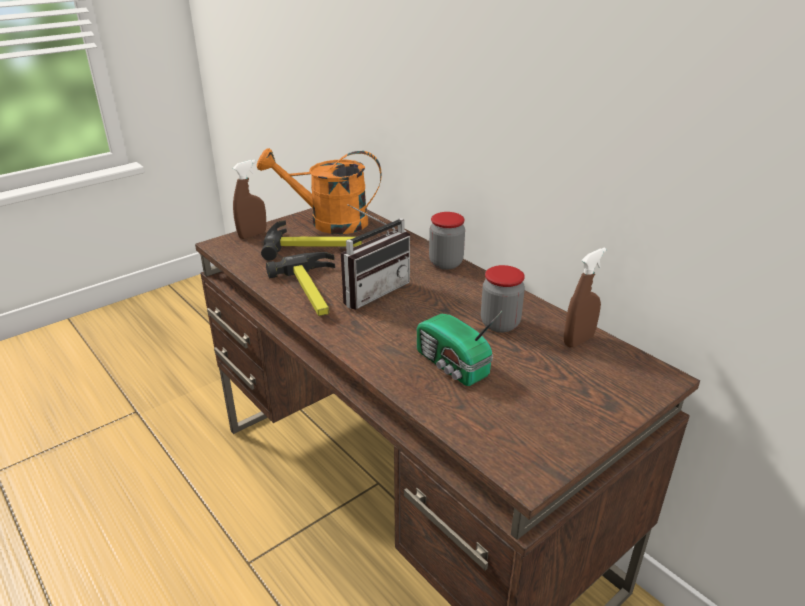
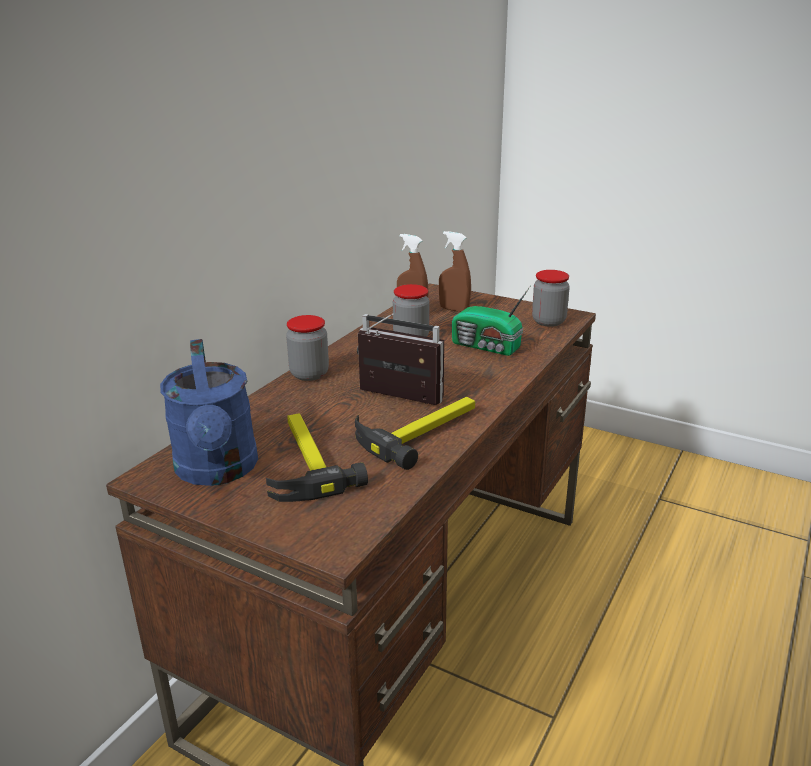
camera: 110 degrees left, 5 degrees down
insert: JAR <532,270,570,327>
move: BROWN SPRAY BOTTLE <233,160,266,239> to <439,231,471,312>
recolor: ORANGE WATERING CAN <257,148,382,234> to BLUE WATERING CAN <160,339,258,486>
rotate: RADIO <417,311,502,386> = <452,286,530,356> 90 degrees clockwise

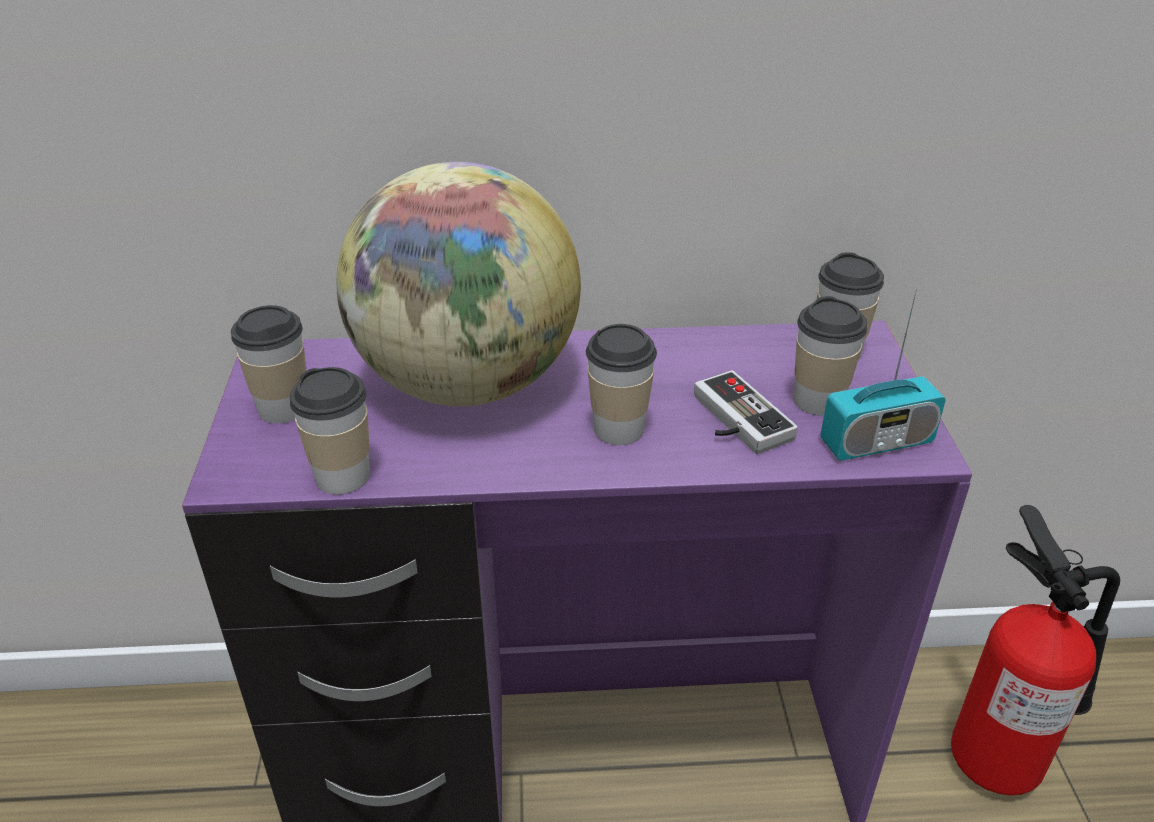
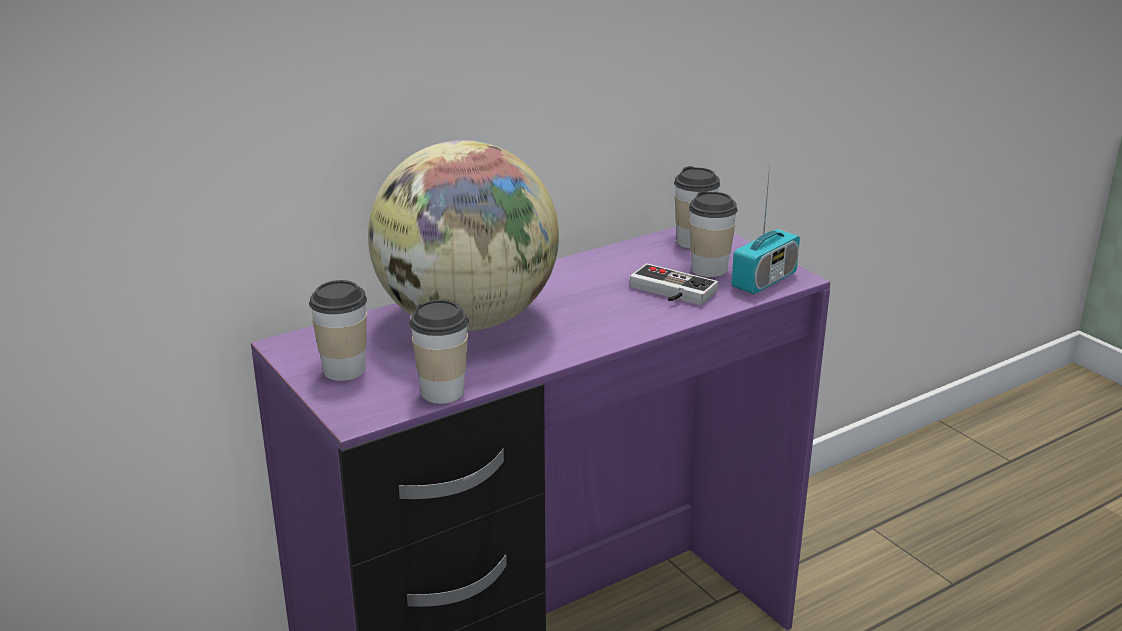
camera: 30 degrees left, 10 degrees down
delete: CUP <586,324,657,445>; FIRE EXTINGUISHER <951,505,1120,795>

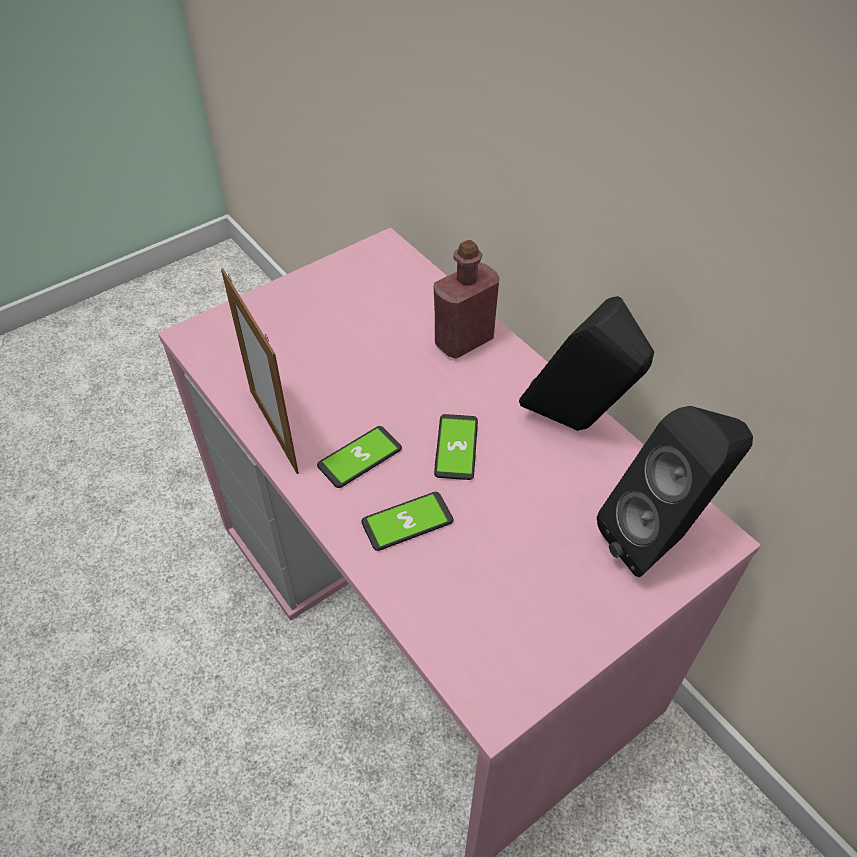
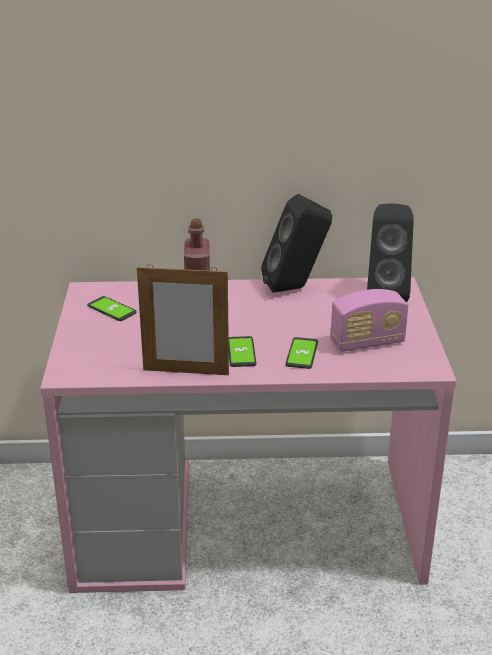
camera: 55 degrees left, 20 degrees down
insert: RADIO <330,289,408,352>
move: PHONE <434,414,478,480> to <87,296,137,321>

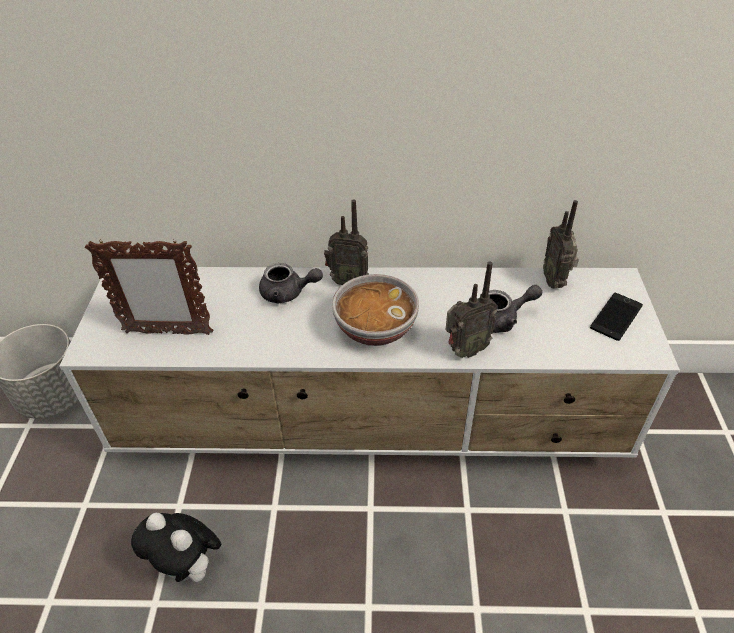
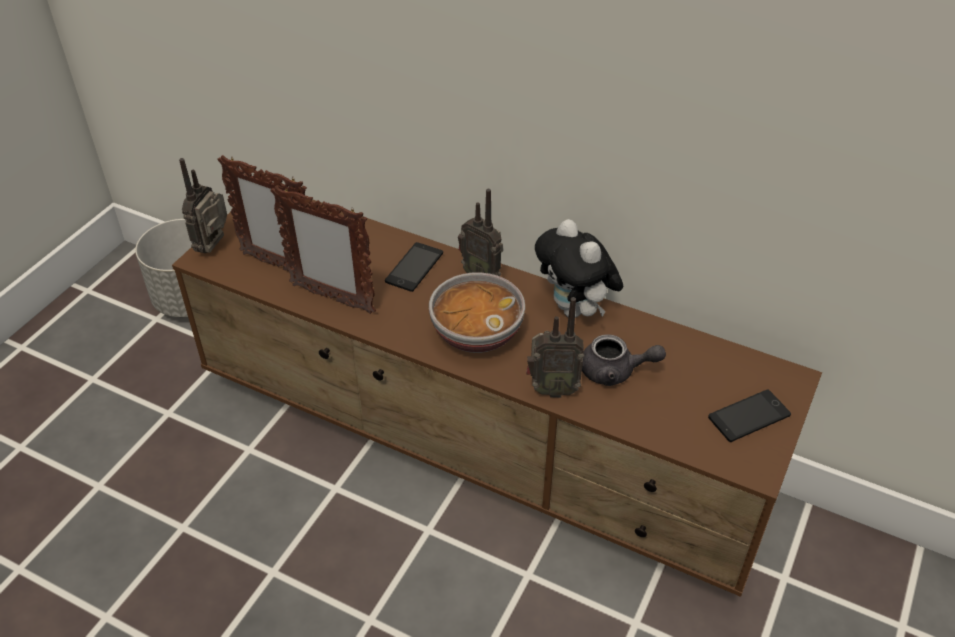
camera: 25 degrees right, 0 degrees up
insert: PICTURE FRAME <270,186,376,314>
move: PLUSH TOY <131,513,221,582> to <535,219,623,318>; RADIO <543,200,579,289> to <179,158,227,253>
replace: GREY TEAPOT <259,263,323,303> to PHONE <385,242,443,292>
recolor: WHITE TV STAND <59,267,680,457> to BROWN TV STAND <172,199,822,597>

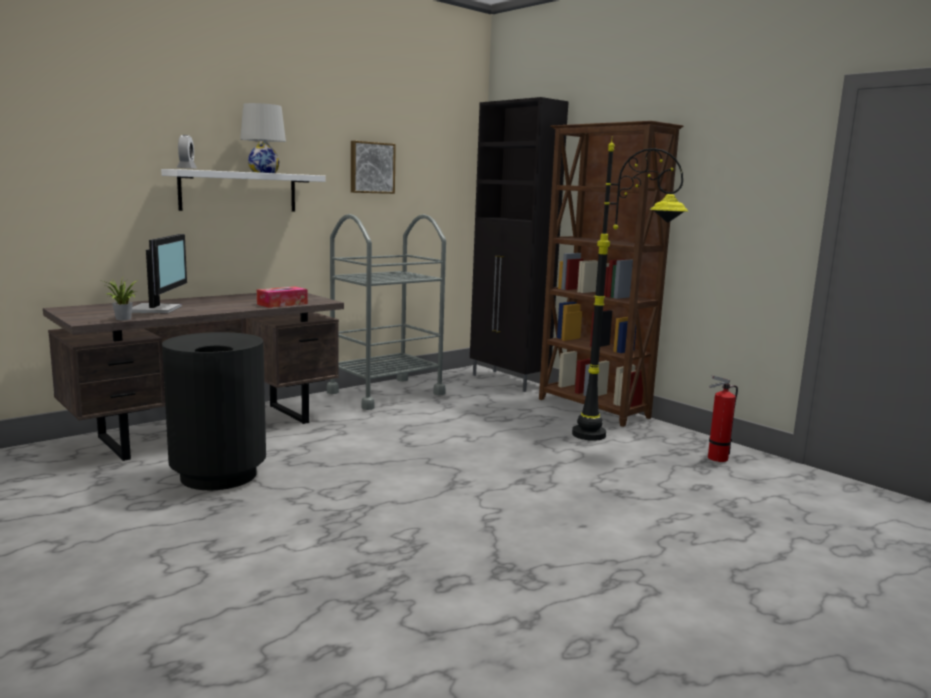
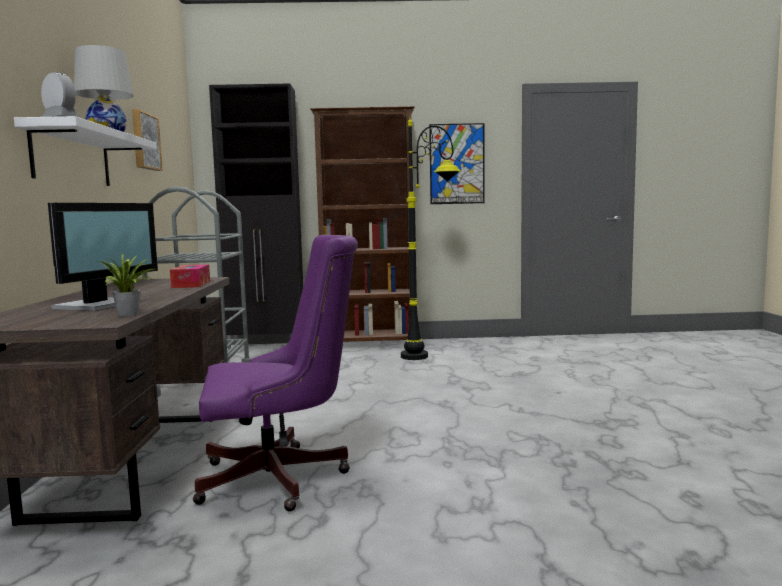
camera: 50 degrees left, 5 degrees down
delete: FIRE EXTINGUISHER <708,375,738,462>
insert: PICTURE <429,123,485,204>
replace: BLACK TRASH CAN <162,332,266,490> to PURPLE OFFICE CHAIR <193,235,358,511>
rotate: MONITOR <132,234,187,313> = <48,203,158,311> 75 degrees clockwise

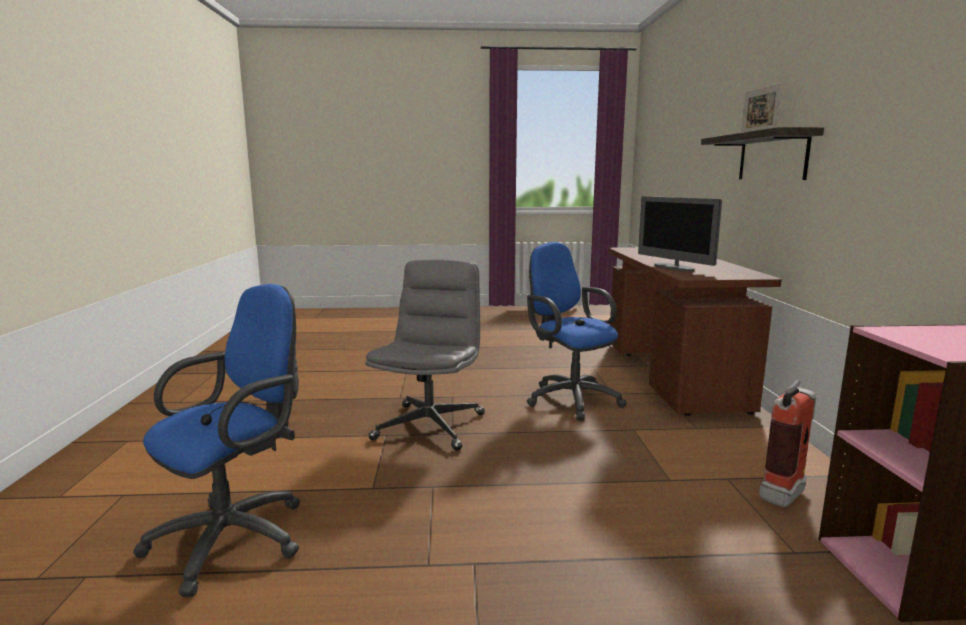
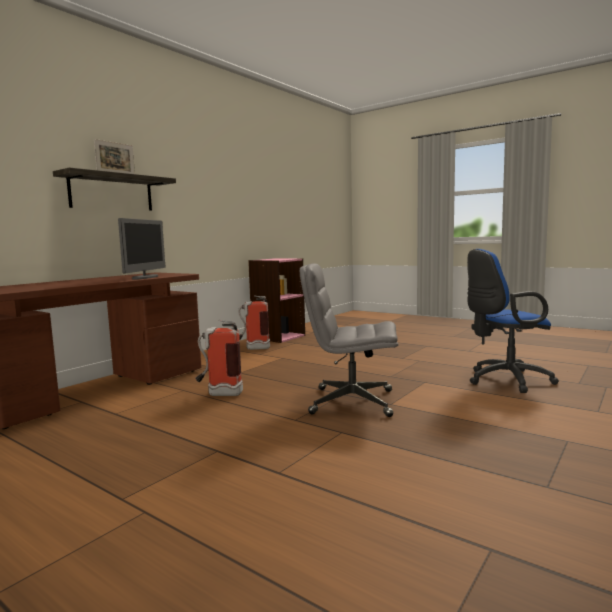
camera: 140 degrees left, 5 degrees down
replace: BLUE OFFICE CHAIR <527,242,626,421> to FIRE EXTINGUISHER <195,320,243,396>
rotate: GREY OFFICE CHAIR <365,259,485,451> = <300,263,398,417> 45 degrees clockwise

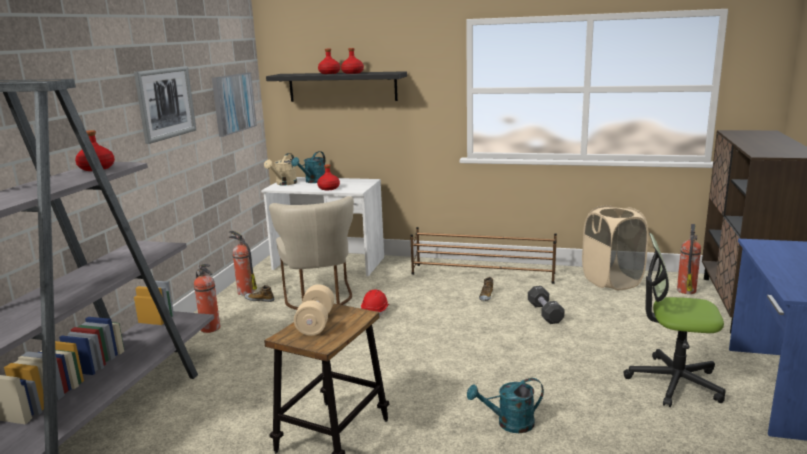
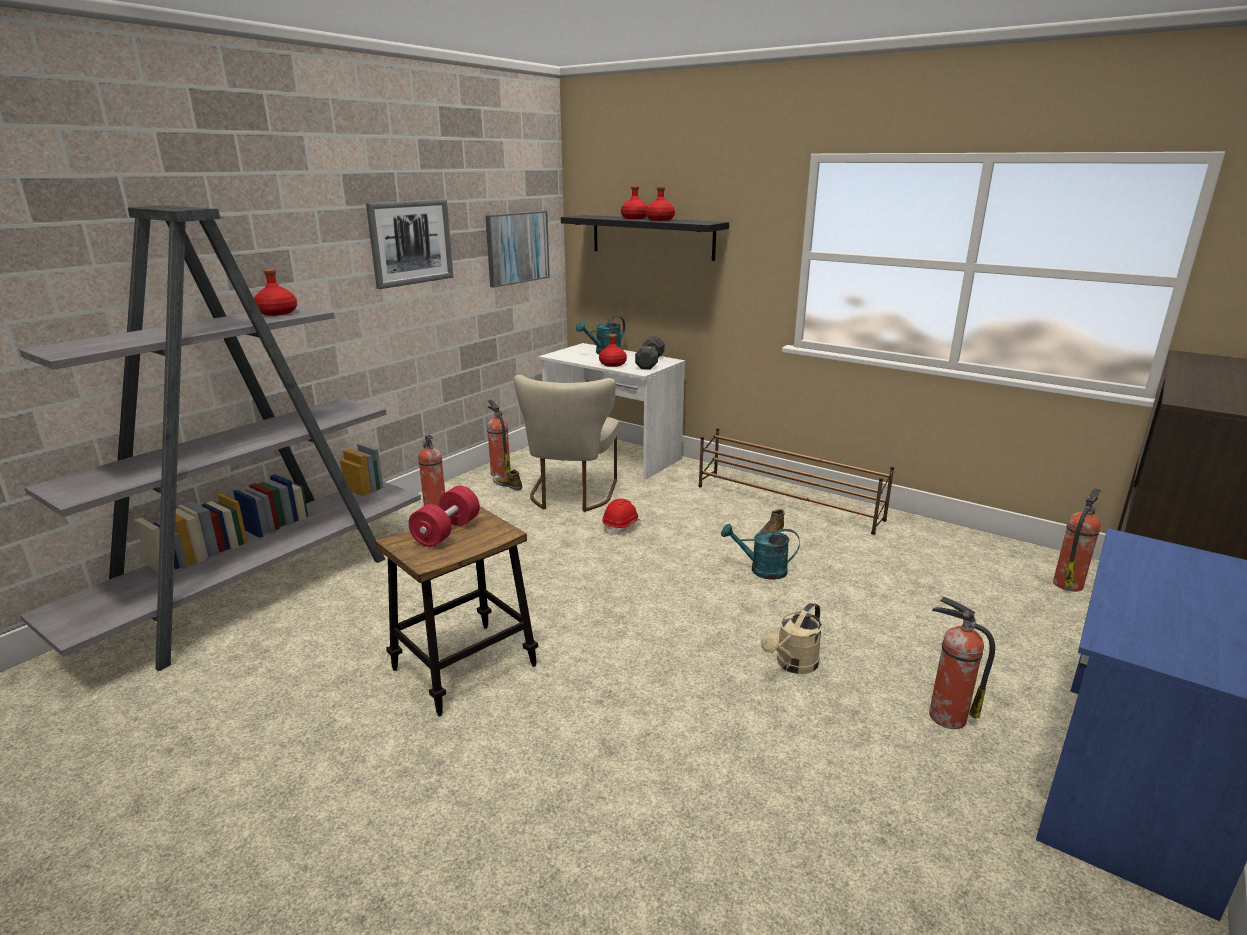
camera: 20 degrees right, 5 degrees up
delete: BEIGE LAUNDRY BASKET <582,205,648,290>
move: BEIGE WATERING CAN <264,153,297,185> to <761,602,822,674>; TURQUOISE WATERING CAN <467,378,544,433> to <721,523,800,580>; BLACK DUMBBELL <528,286,565,324> to <635,337,664,370>
replace: OFFICE CHAIR <623,233,726,407> to FIRE EXTINGUISHER <929,597,995,729>
recolor: BEIGE DUMBBELL <294,284,334,336> to RED DUMBBELL <408,486,480,547>

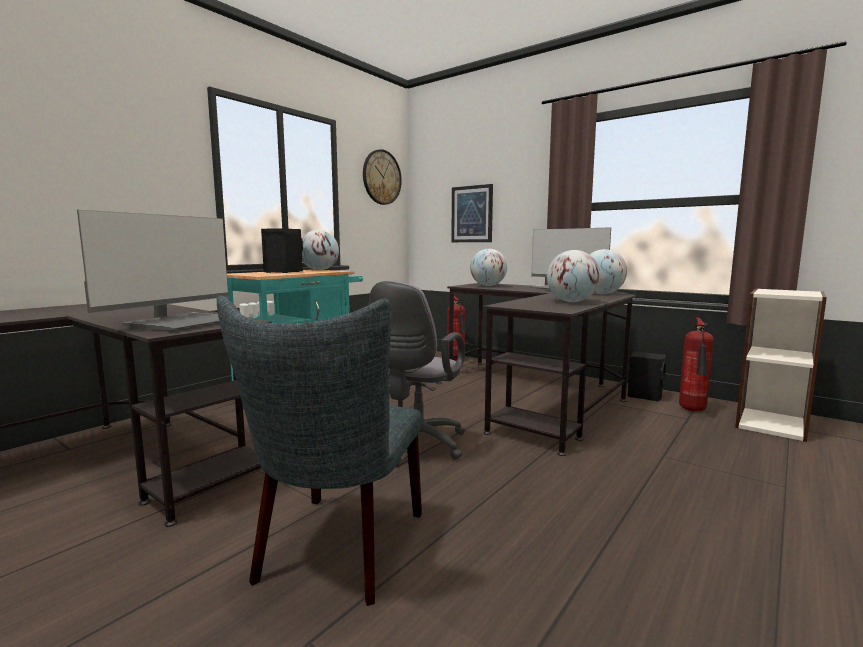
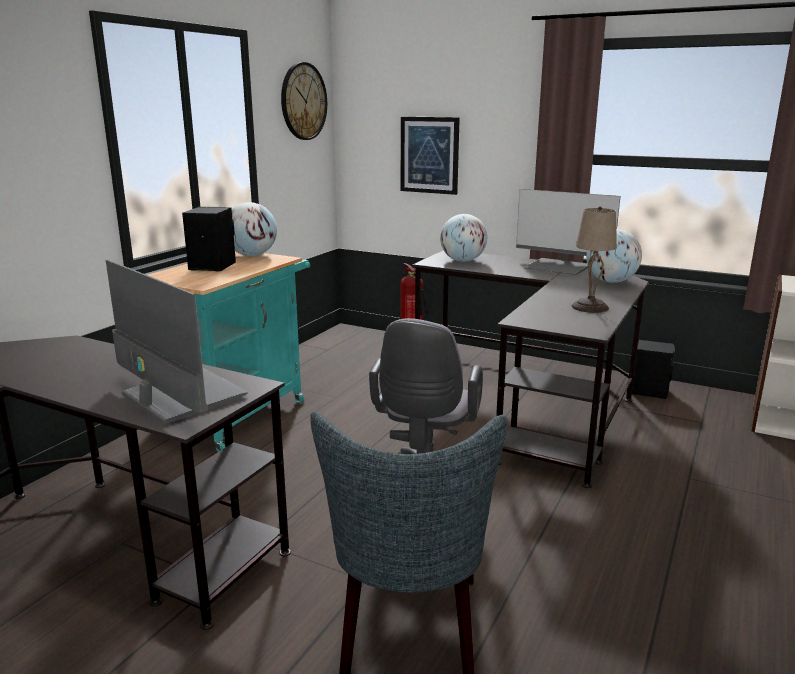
camera: 10 degrees left, 10 degrees up
delete: FIRE EXTINGUISHER <679,317,714,411>
replace: GLOBE <547,250,600,302> to BEIGE TABLE LAMP <572,206,617,313>
rotate: MONITOR <77,210,229,330> = <106,260,249,424> 60 degrees counterclockwise

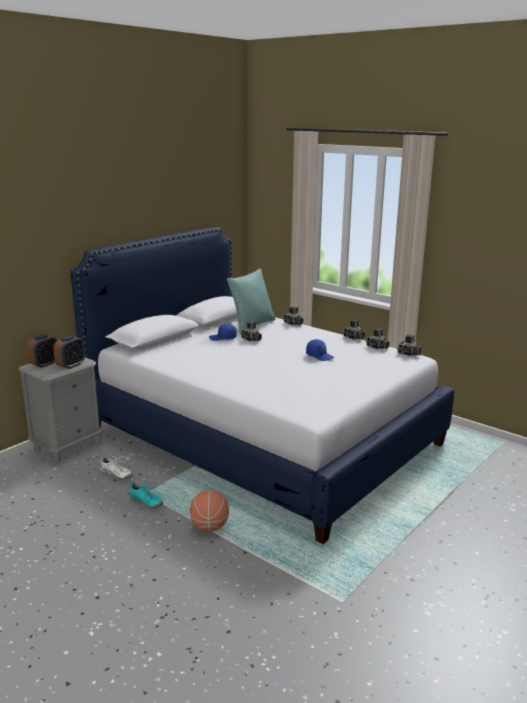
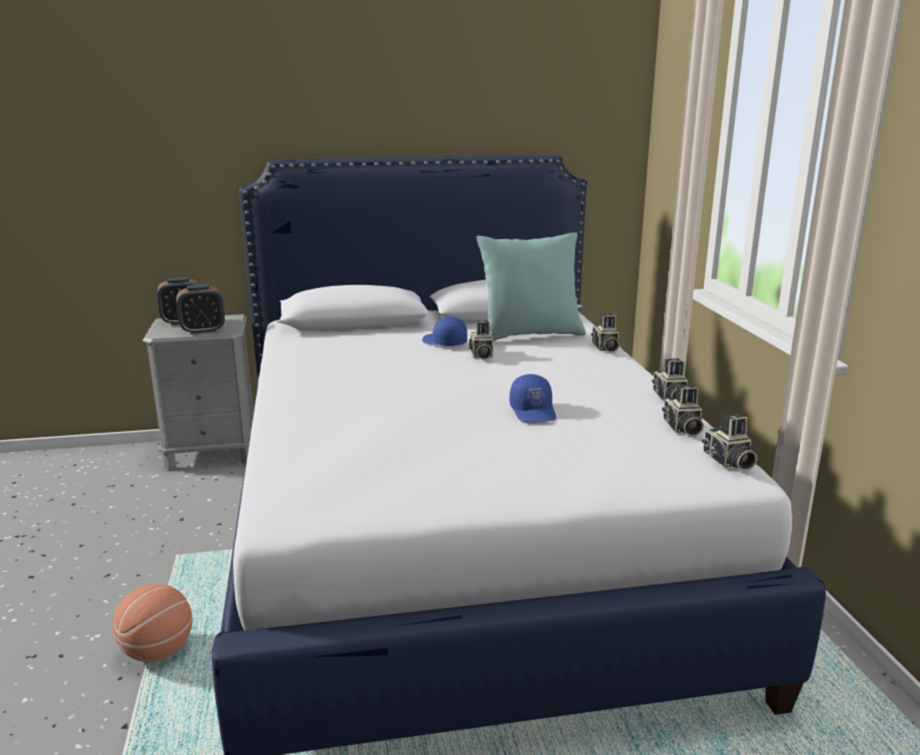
camera: 40 degrees right, 0 degrees up
delete: WHITE SHOE <100,456,132,480>; TURQUOISE SHOE <129,482,163,508>

